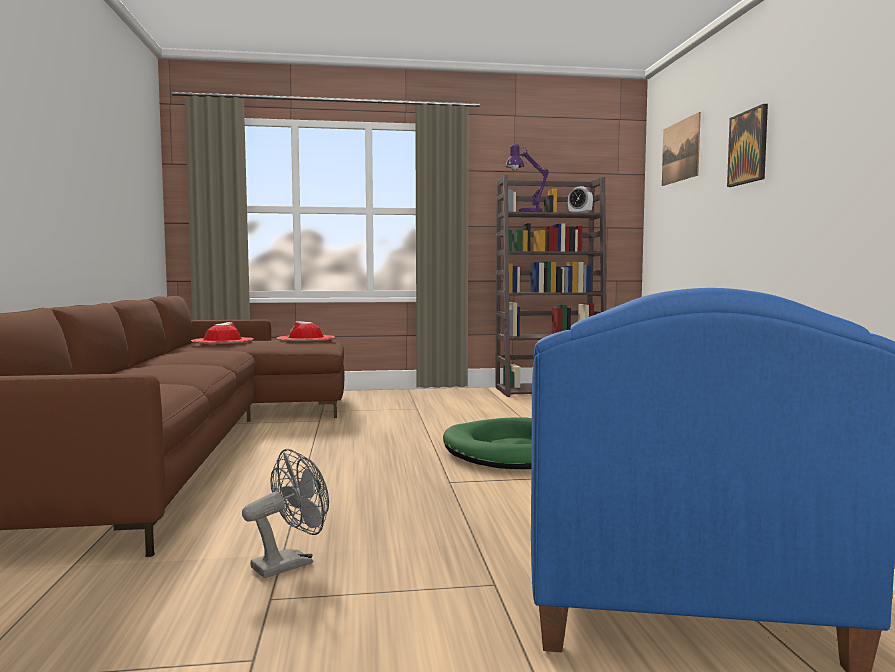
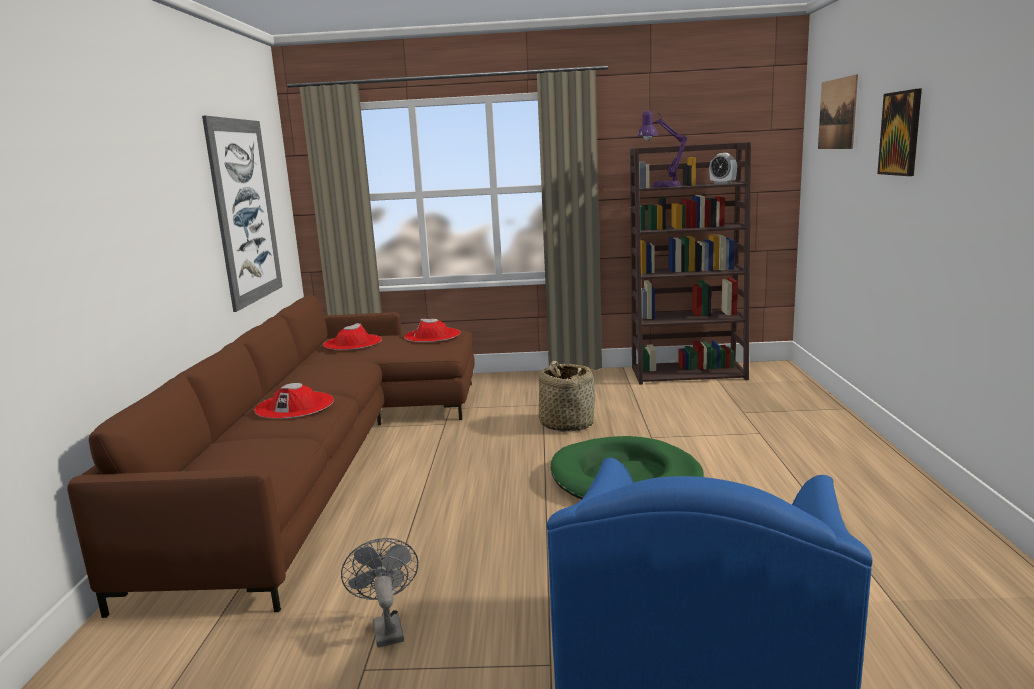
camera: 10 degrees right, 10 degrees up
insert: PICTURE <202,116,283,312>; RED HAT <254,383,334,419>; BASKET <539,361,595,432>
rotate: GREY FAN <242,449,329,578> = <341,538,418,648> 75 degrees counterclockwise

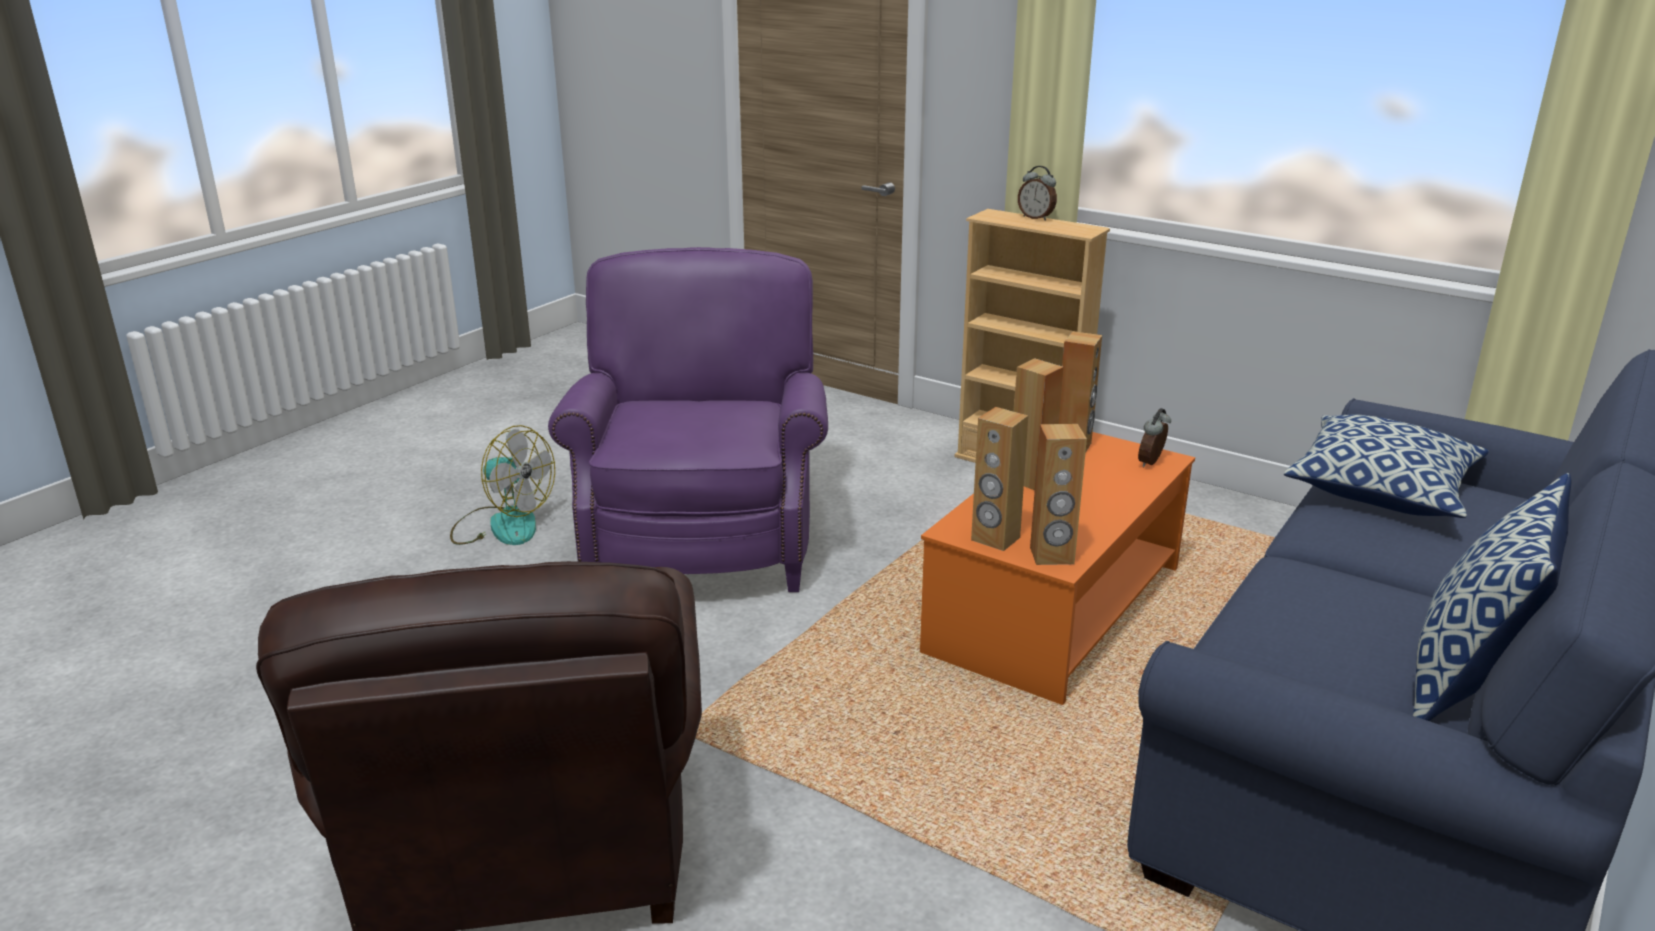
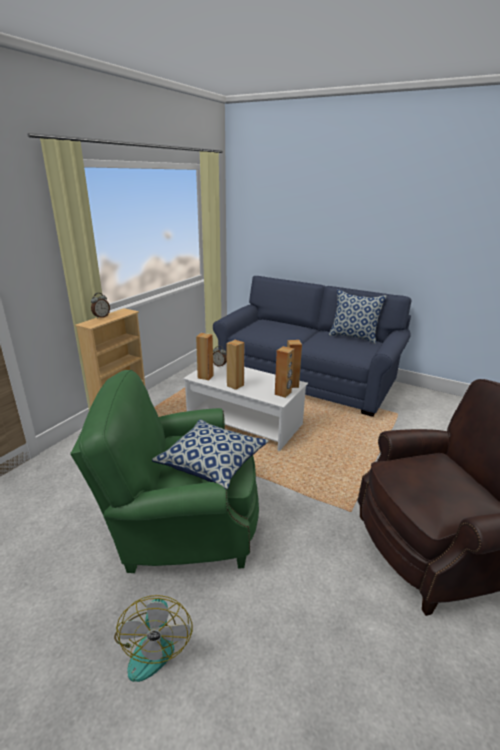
camera: 95 degrees left, 0 degrees up
move: PILLOW <1284,415,1489,518> to <152,419,269,489>
recolor: PURPLE ARMCHAIR <548,247,828,592> to GREEN ARMCHAIR <70,370,259,573>; ORANGE COFFEE TABLE <920,432,1195,705> to WHITE COFFEE TABLE <183,362,308,451>
rotate: FAN <450,425,555,545> = <114,595,192,682> 150 degrees clockwise

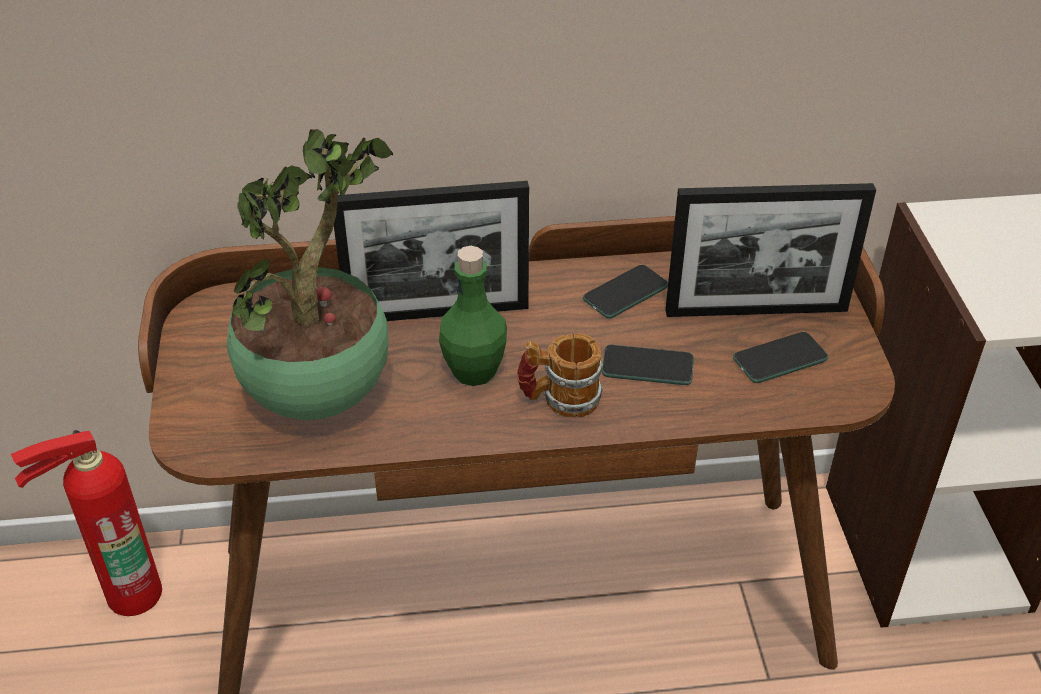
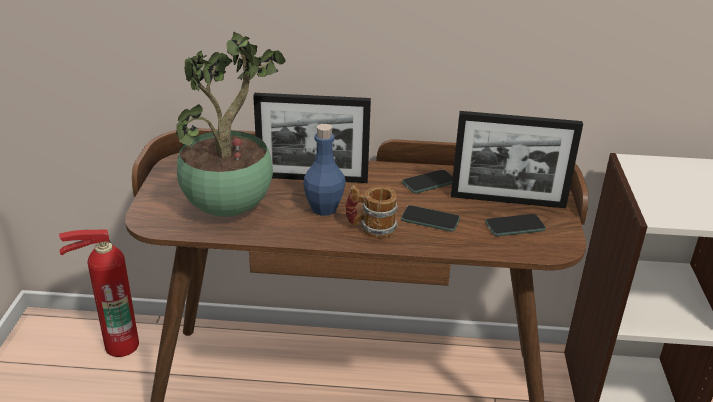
camera: 10 degrees right, 10 degrees down
recolor: GREEN BOTTLE <439,246,507,386> to BLUE BOTTLE <303,124,346,216>

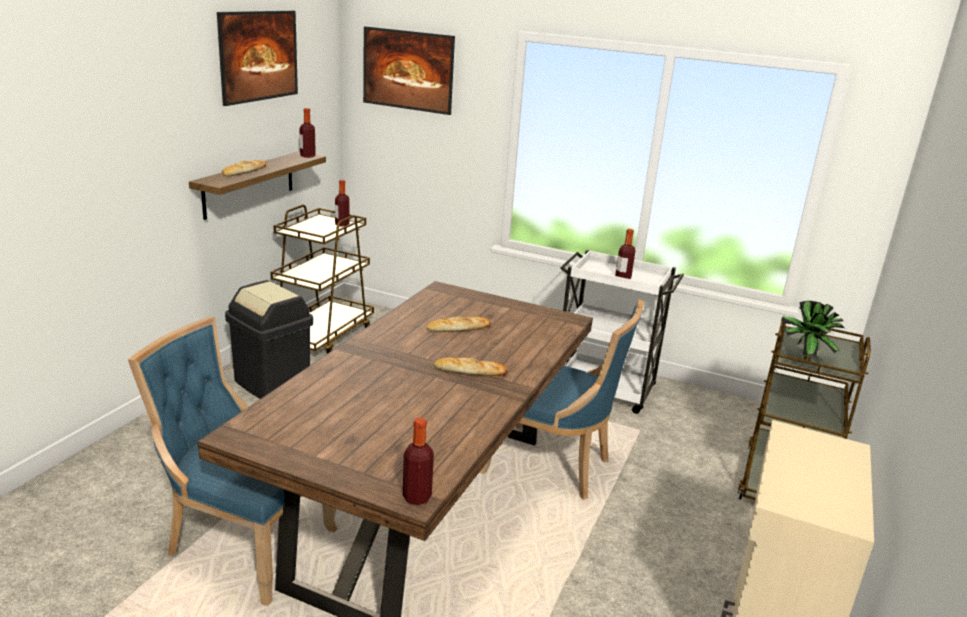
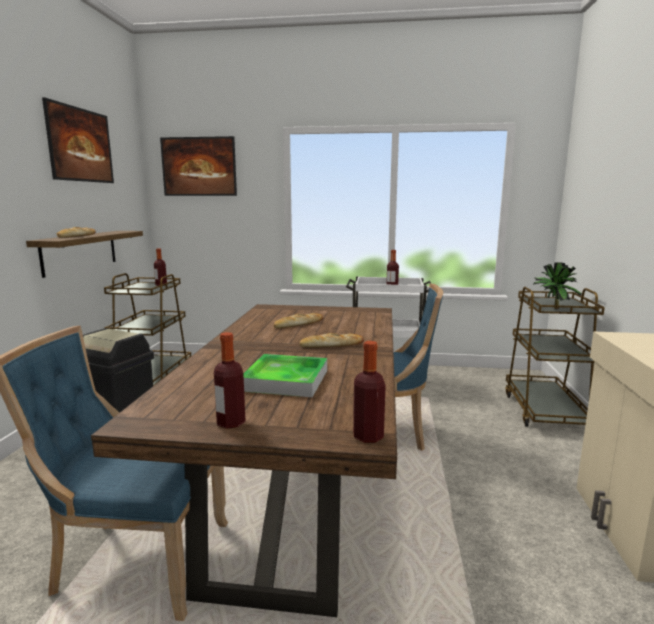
camera: 15 degrees left, 10 degrees down
insert: TRAY <243,354,327,397>
move: BOTTLE <299,108,316,158> to <214,332,245,429>

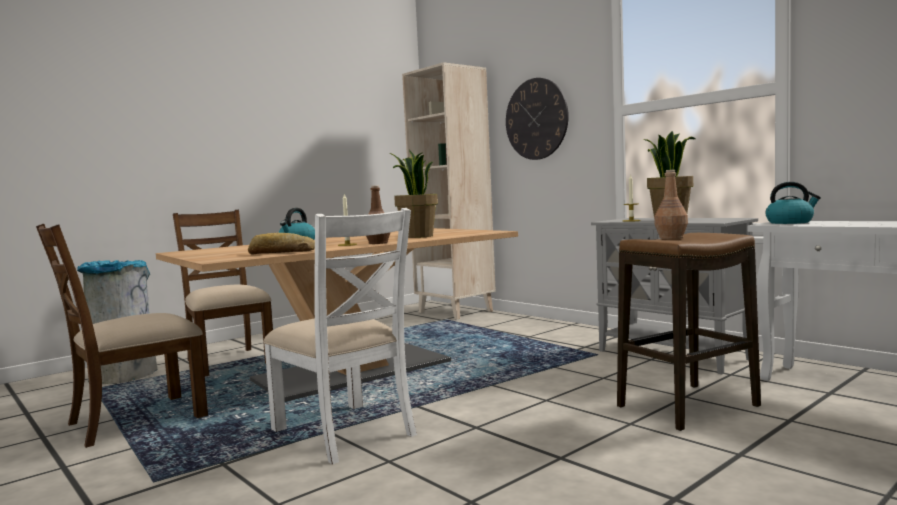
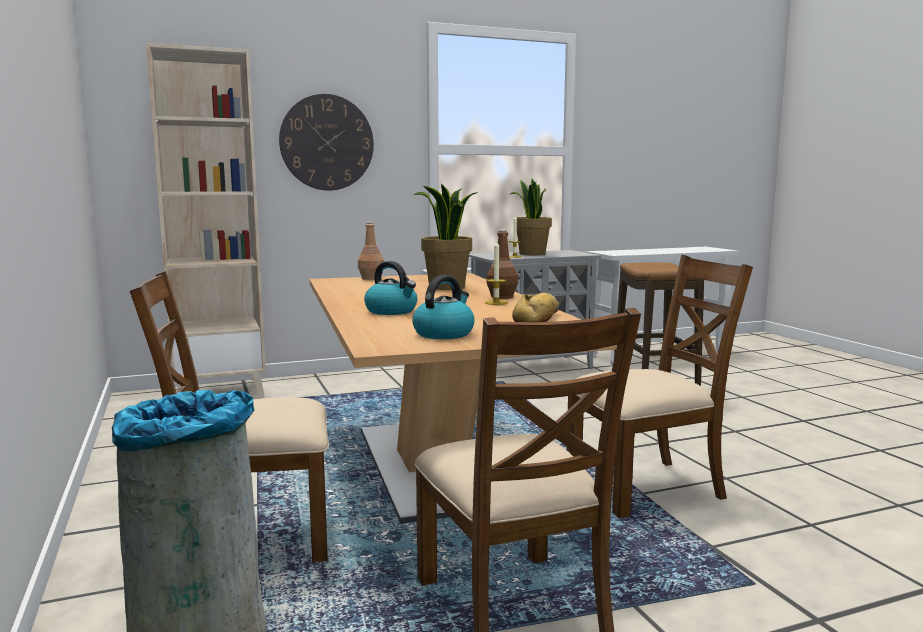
camera: 70 degrees left, 5 degrees up
move: BROWN BOTTLE <654,170,688,239> to <358,222,384,280>; KETTLE <765,182,821,224> to <412,275,475,339>
recolor: WHITE CHAIR <264,208,417,464> to BROWN CHAIR <566,255,753,518>

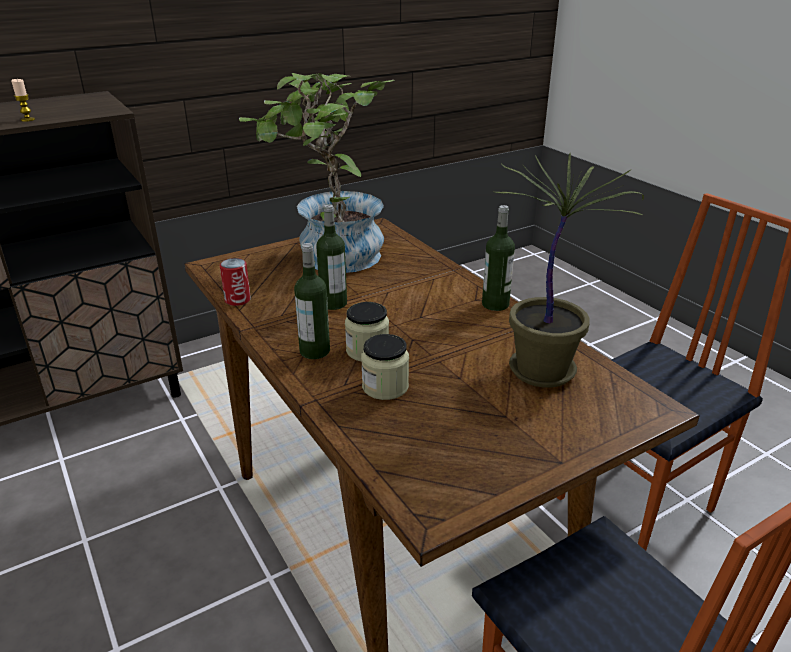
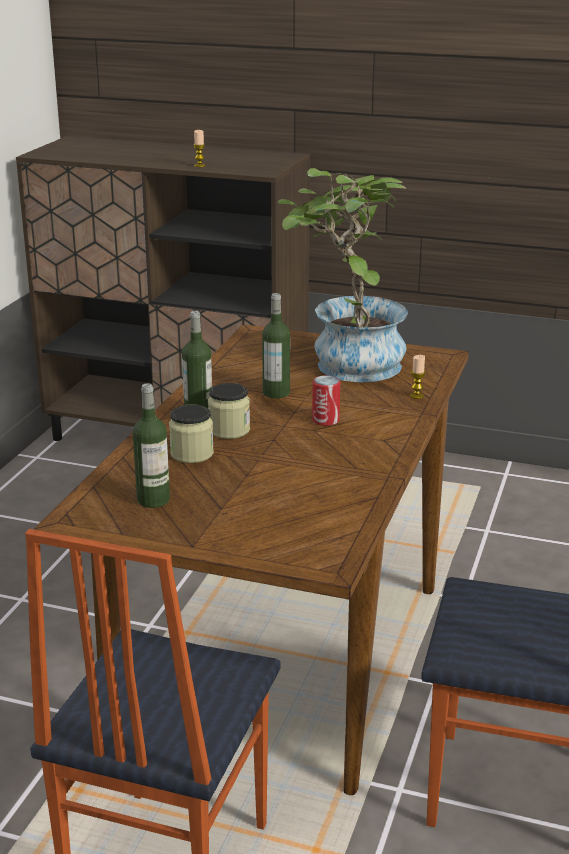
camera: 50 degrees right, 5 degrees down
delete: POTTED PLANT <495,153,644,388>
insert: CANDLE <410,355,426,399>
move: CAN <220,258,251,306> to <312,375,340,426>; BOTTLE <482,205,515,311> to <133,384,170,508>

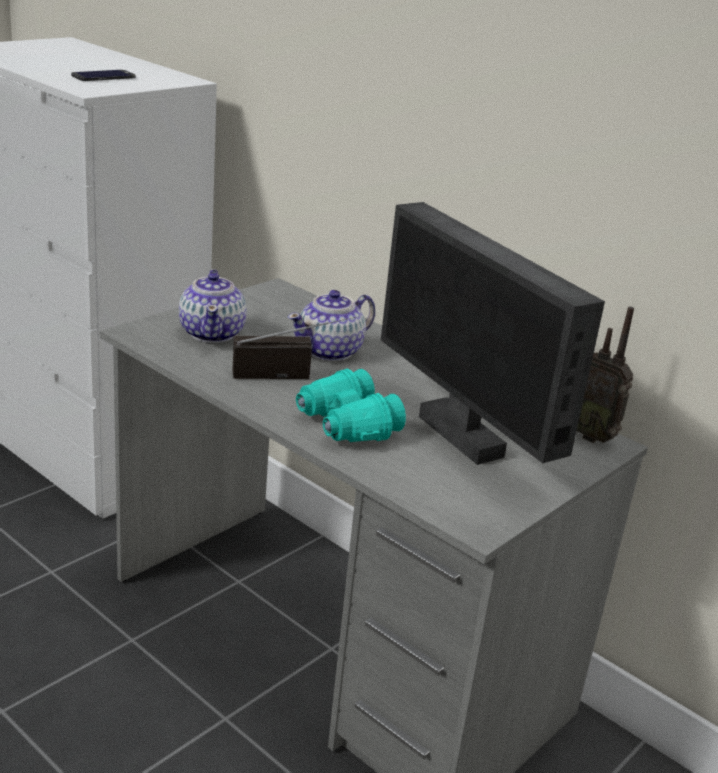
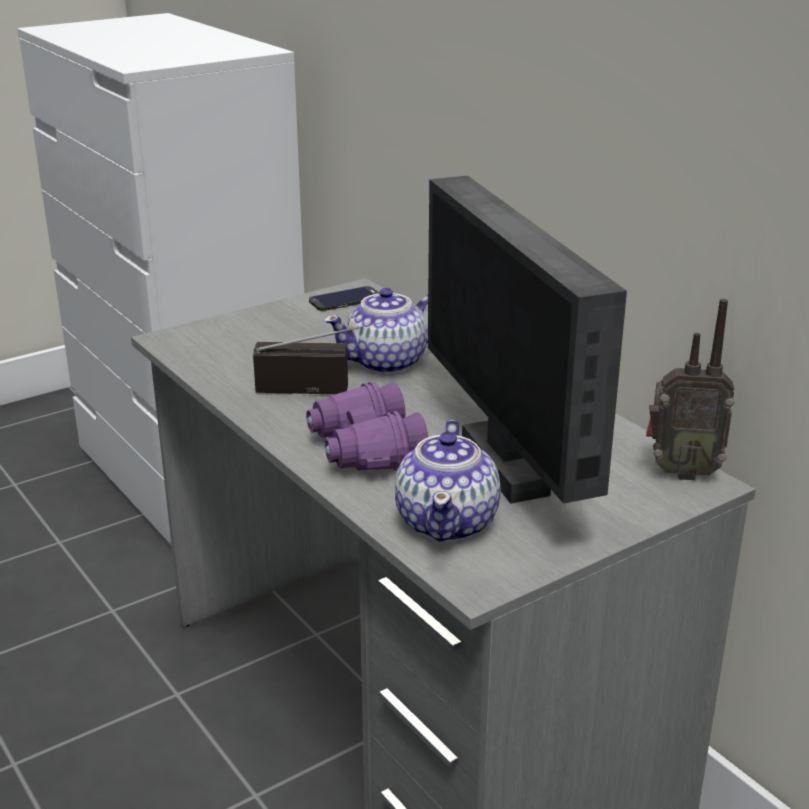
camera: 15 degrees right, 0 degrees up
move: PHONE <71,70,135,81> to <309,286,379,311>; TEAPOT <179,269,247,343> to <395,420,501,542>
recolor: TURQUOISE BINOCULARS <296,369,406,442> to PURPLE BINOCULARS <306,381,428,471>
rotate: RADIO <577,307,634,443> = <646,299,735,480> 45 degrees counterclockwise

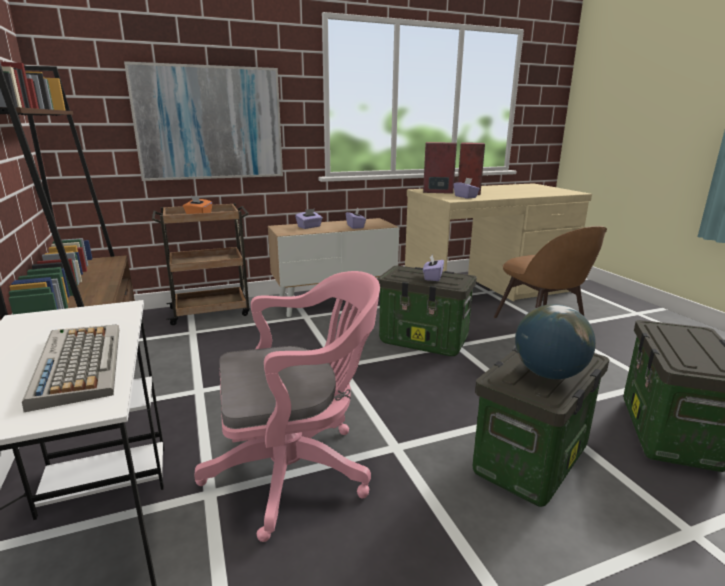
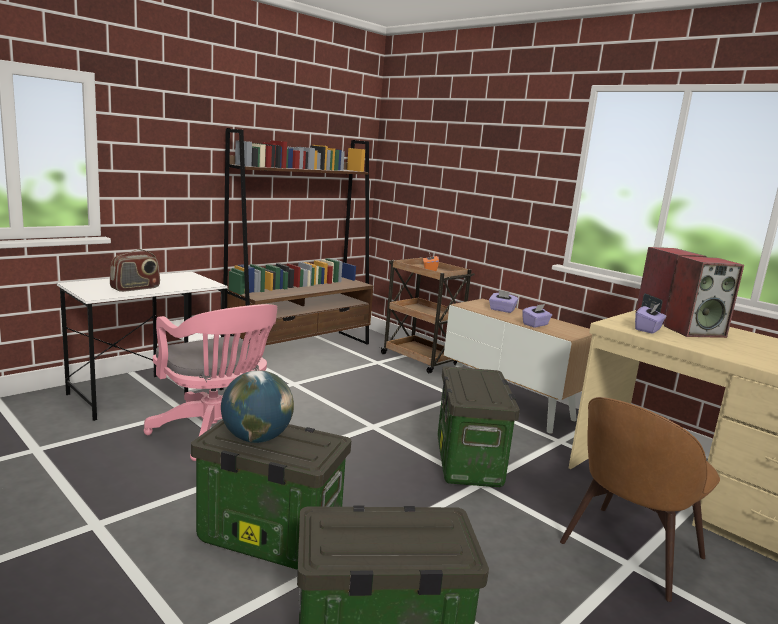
camera: 65 degrees right, 5 degrees down
delete: PICTURE <124,61,283,181>; PURPLE TISSUE BOX <423,254,444,281>
replace: KEYBOARD <22,324,119,412> to RADIO <110,249,160,292>

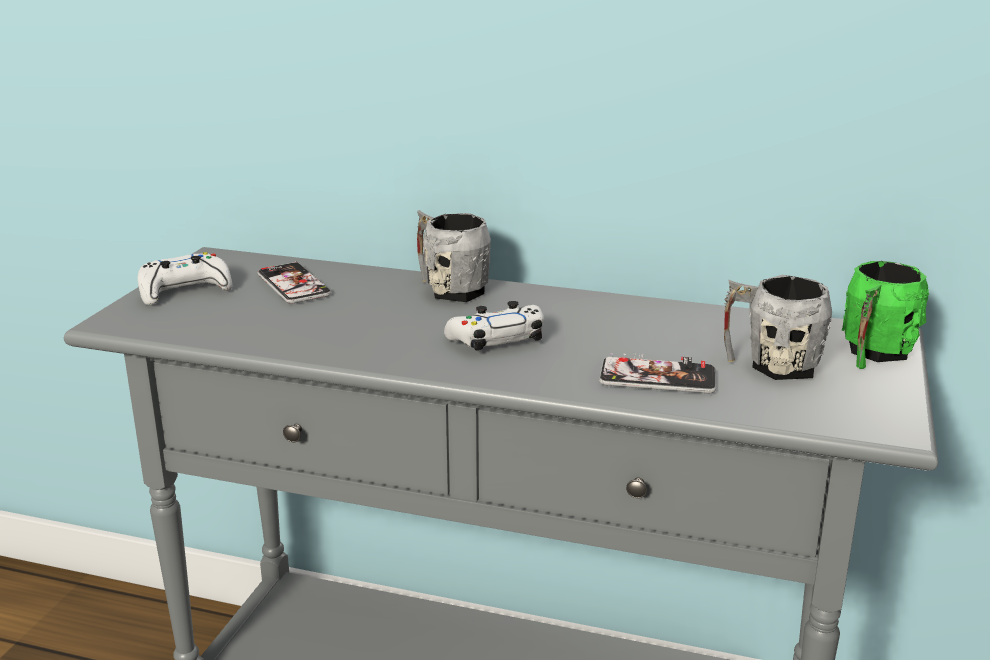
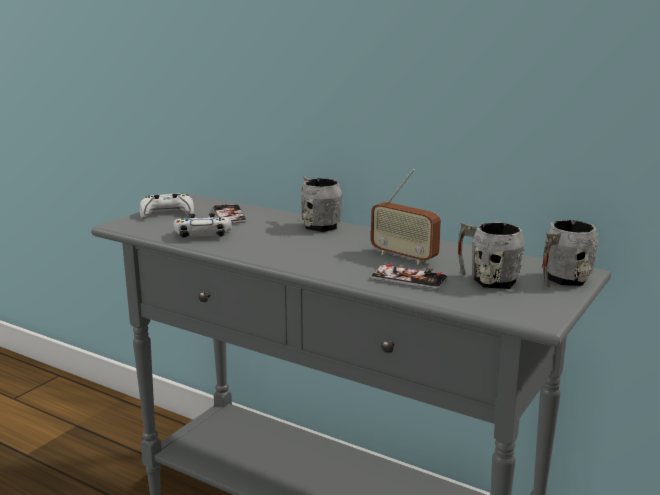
camera: 15 degrees right, 5 degrees down
insert: RADIO <371,169,441,265>
move: WHITE GAME CONTROLLER <444,301,544,351> to <174,213,232,238>
recolor: GREEN MUG <841,261,929,369> to GREY MUG <543,220,599,288>

